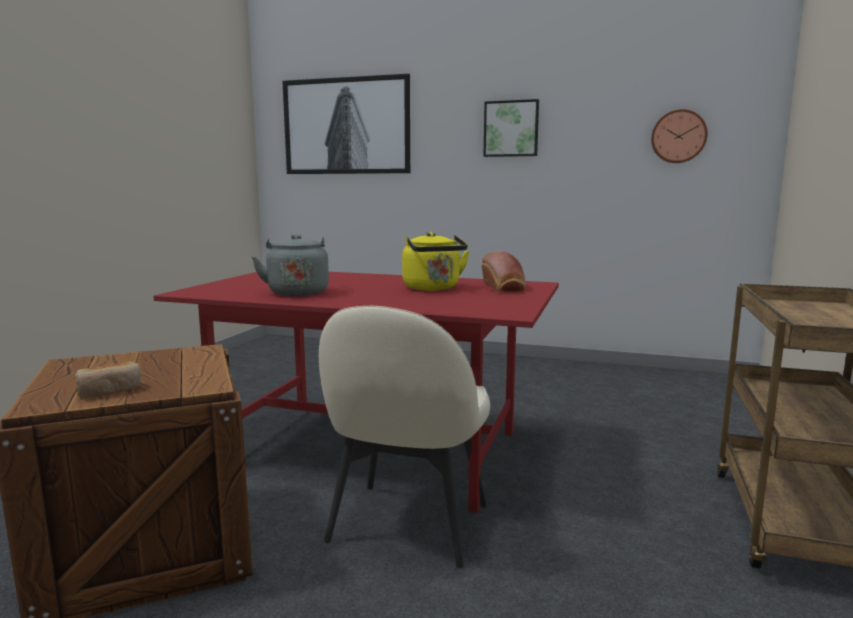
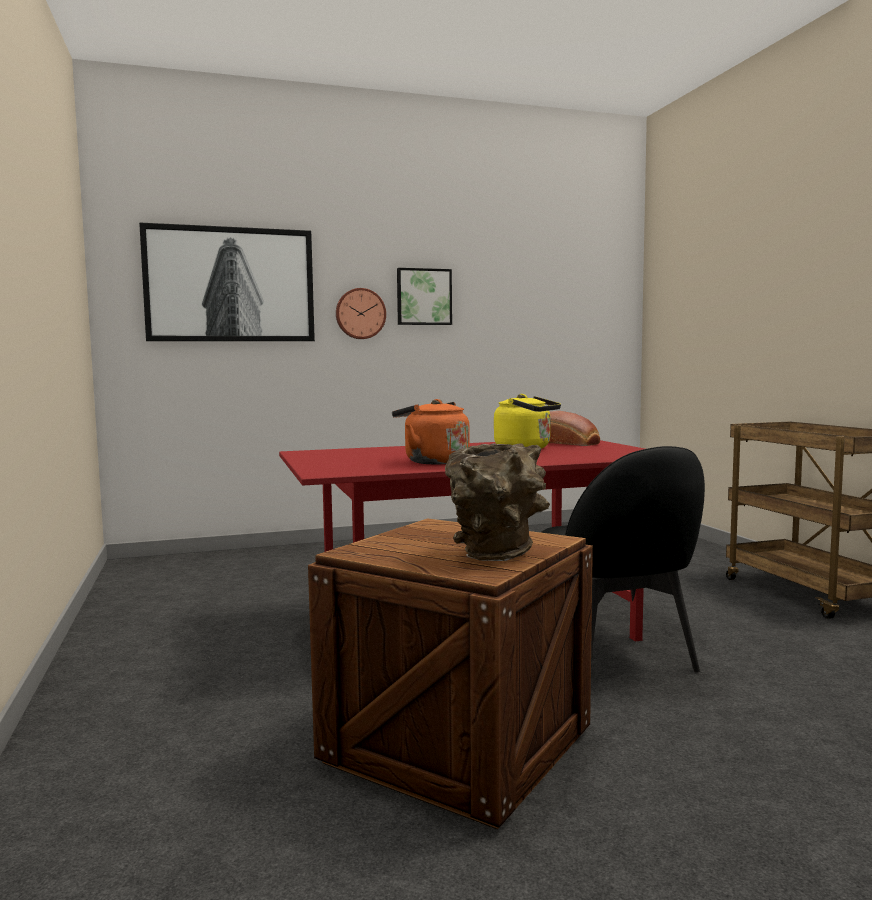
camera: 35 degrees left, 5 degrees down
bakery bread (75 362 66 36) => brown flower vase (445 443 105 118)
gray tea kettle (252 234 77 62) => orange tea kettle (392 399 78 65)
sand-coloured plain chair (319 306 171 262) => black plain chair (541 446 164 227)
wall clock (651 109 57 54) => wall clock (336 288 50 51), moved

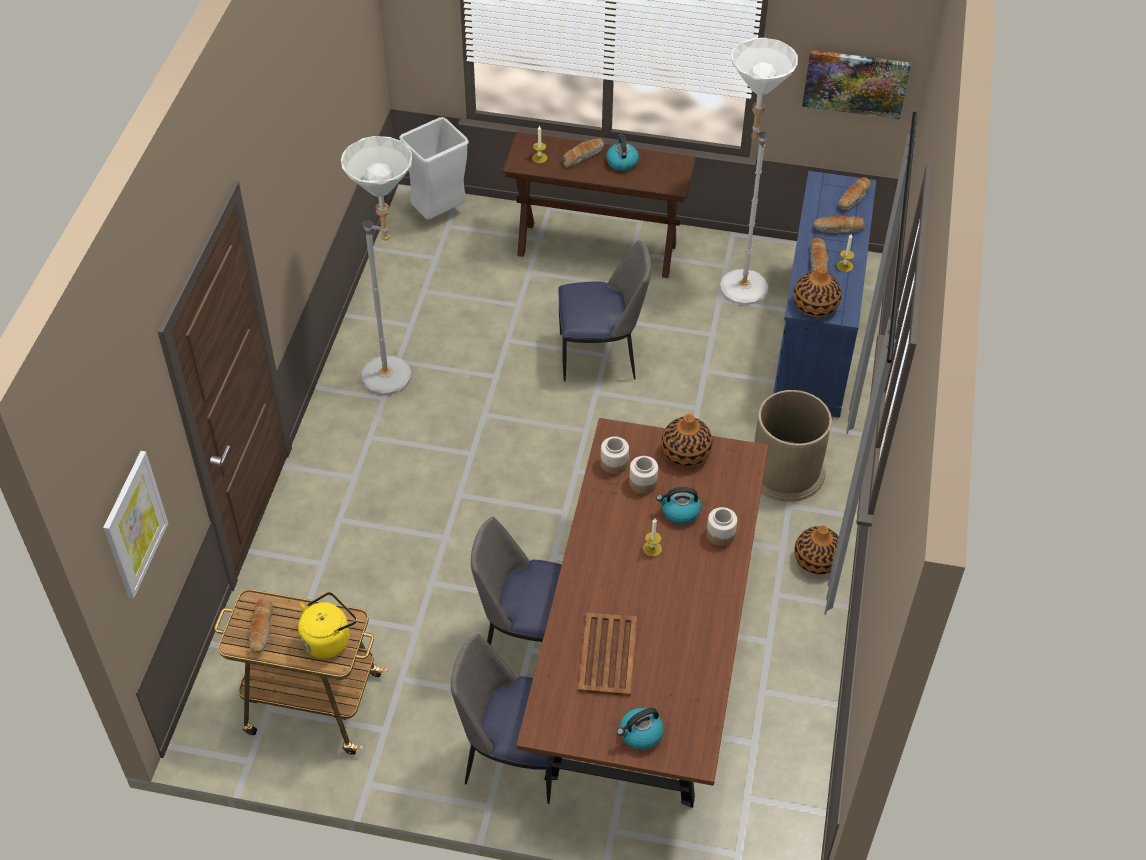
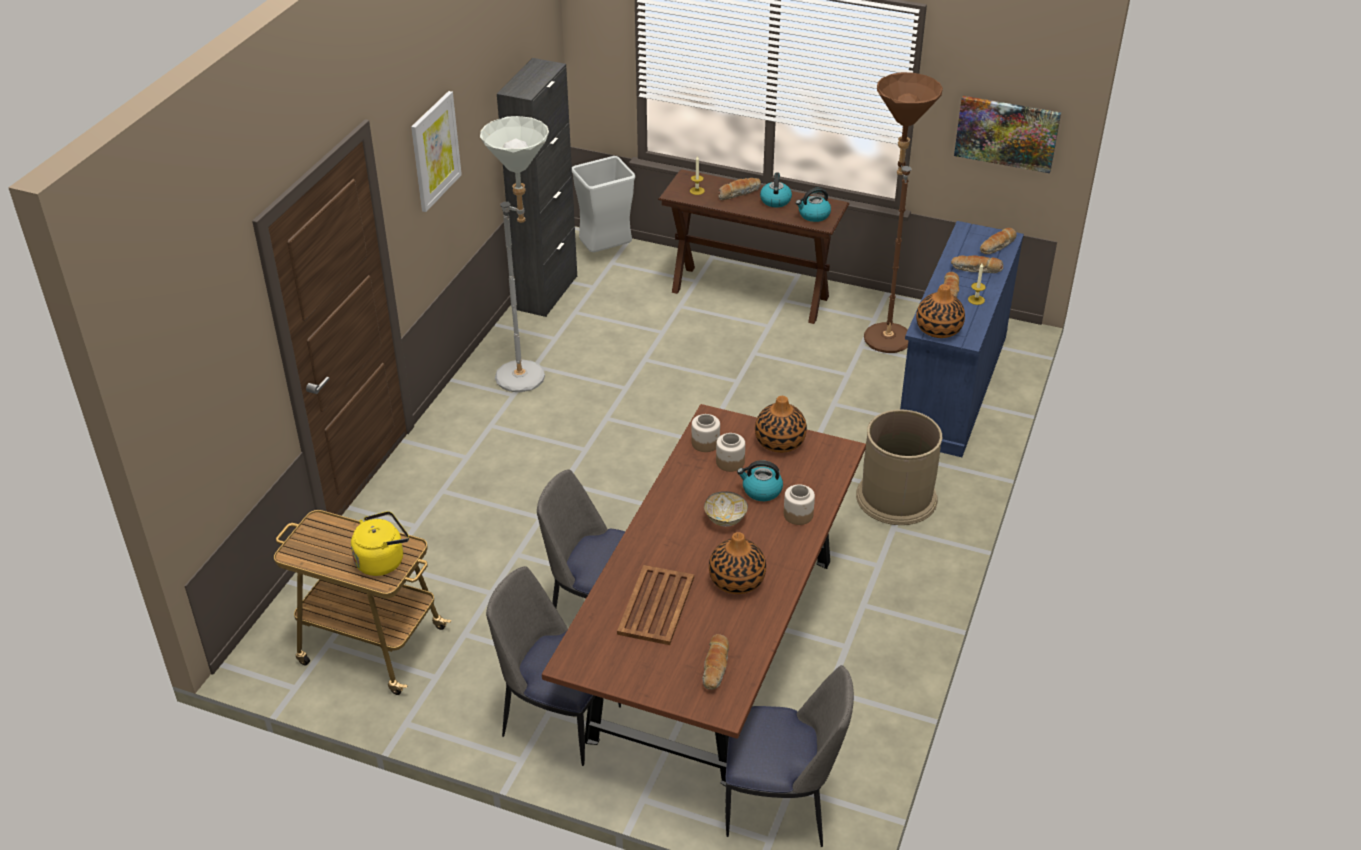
camera: 10 degrees right, 10 degrees down
wall art (103 451 65 148) => wall art (411 91 51 121), moved
bakery bread (249 599 24 54) => bakery bread (702 634 27 56), moved
plain chair (558 240 93 141) => plain chair (725 665 129 182), moved
tea kettle (617 708 47 42) => tea kettle (796 188 35 34), moved
wax candle (643 519 19 38) => deep dish (704 491 44 36)
white-coloured standing lamp (720 38 78 267) => brown standing lamp (864 72 79 281)
flower vase (794 525 45 50) => flower vase (709 532 57 62), moved
nothing => black cabinet (497 58 80 259)

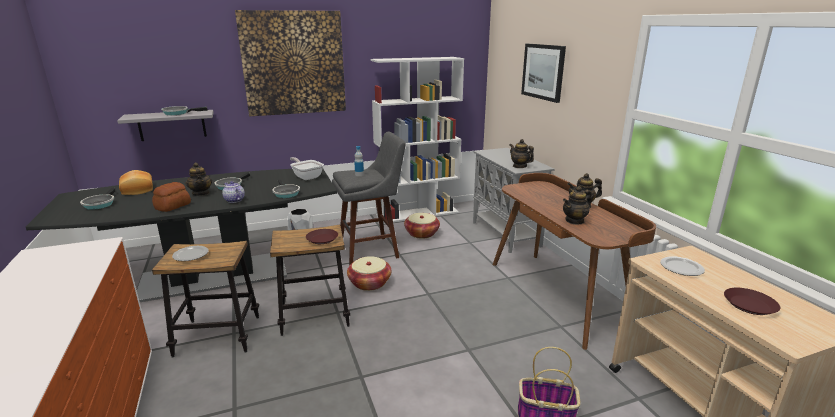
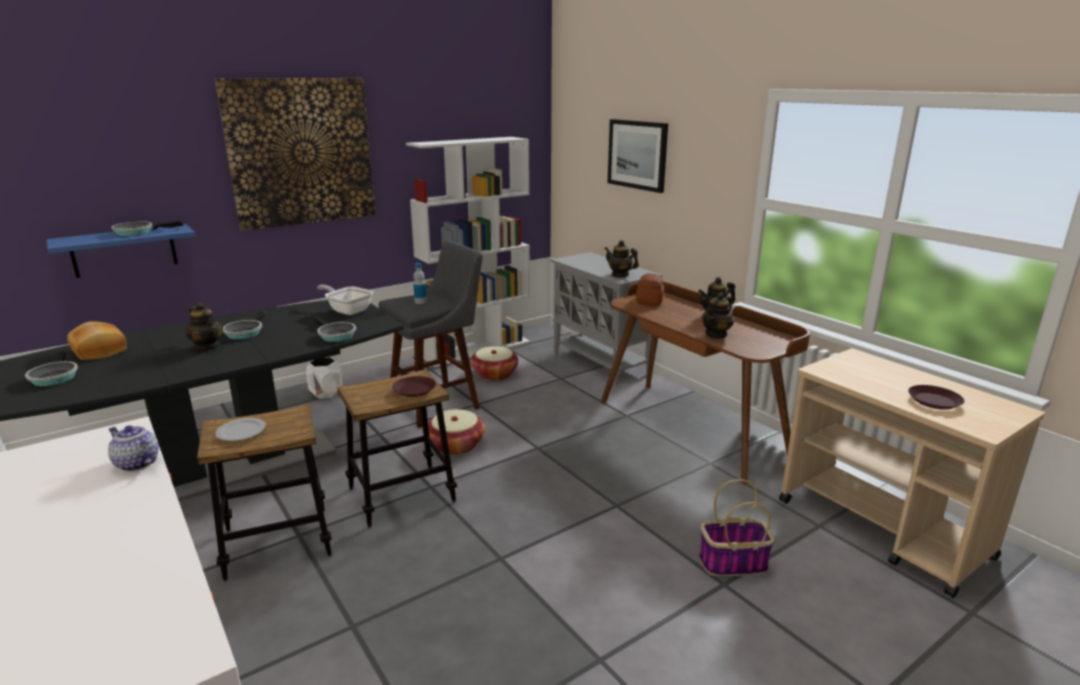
camera: 15 degrees left, 0 degrees up
gray bracket shelf (117 110 97 31) => bluish bracket shelf (47 224 148 54)
bakery bread (152 182 39 30) => bakery bread (636 274 28 31), moved
pot for tea (222 181 23 22) => pot for tea (108 425 51 47), moved
plate (660 256 45 20) => nothing

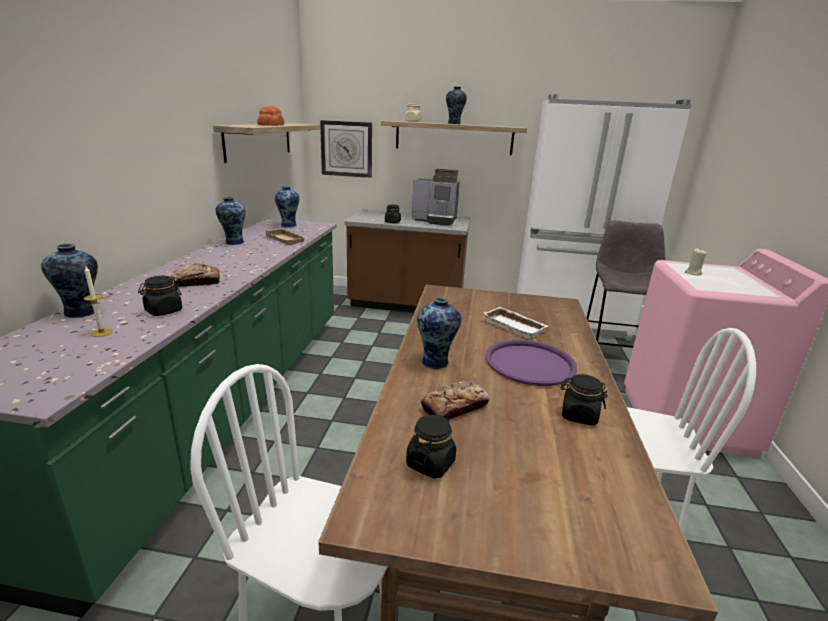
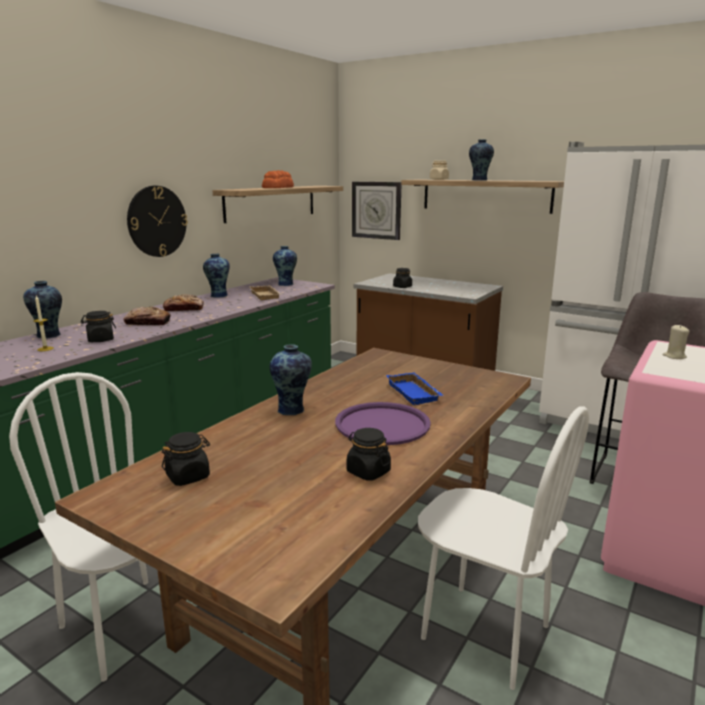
camera: 25 degrees right, 5 degrees down
coffee machine (412 169 48 57) => nothing
bakery bread (421 381 69 39) => bakery bread (163 294 41 17), moved
white-coloured carrying tray (484 307 64 32) => bluish carrying tray (386 373 57 33)
nothing => wall clock (127 186 61 71)

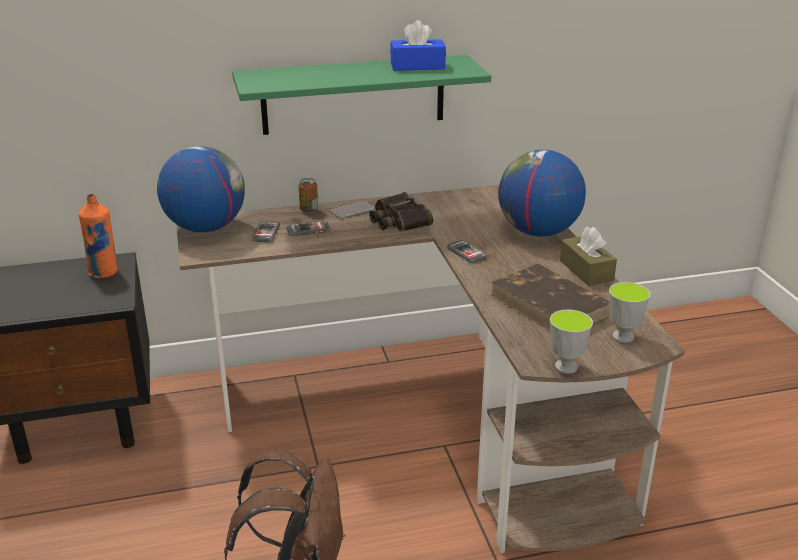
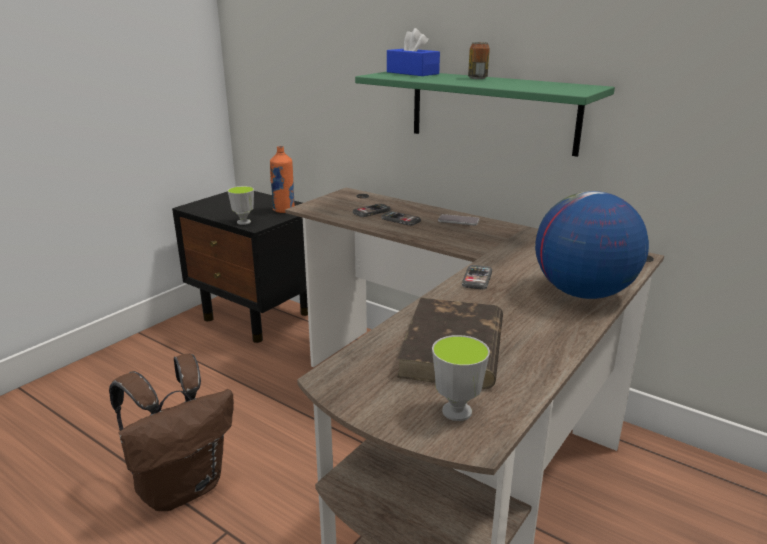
camera: 50 degrees right, 5 degrees down
desk globe (157 146 88 86) => nothing
sealed can (299 178 19 35) => sealed can (468 42 22 37), moved
pair of binoculars (369 192 64 40) => nothing
bluish tissue box (390 20 56 51) => bluish tissue box (387 28 53 48), moved
small cup (550 309 43 65) => small cup (227 186 27 39), moved
brown tissue box (560 227 57 59) => nothing

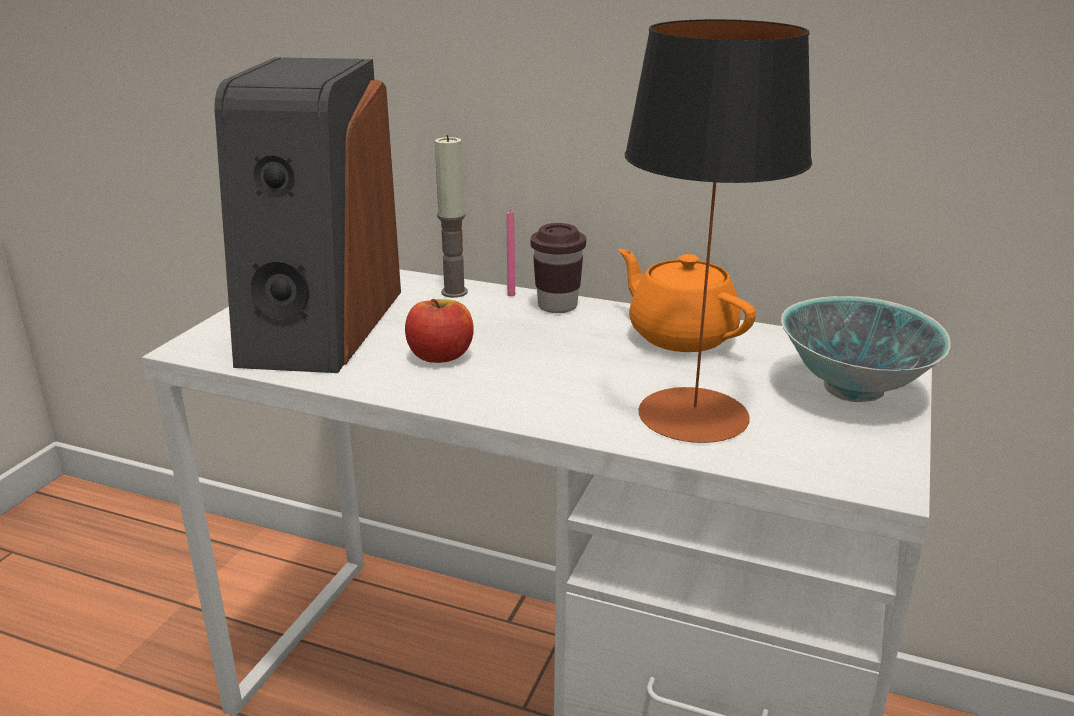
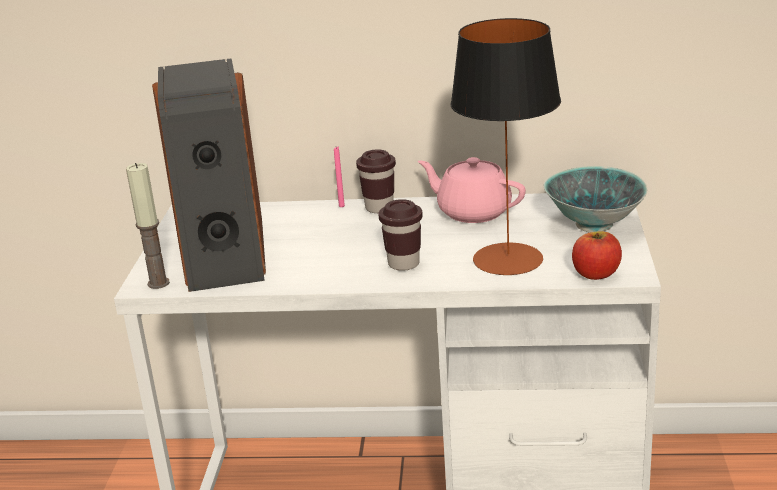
camera: 15 degrees left, 0 degrees up
apple fruit (405 299 69 64) => apple fruit (572 231 50 49), moved
wax candle (435 135 33 163) => wax candle (126 163 44 126), moved
orange pot for tea (618 249 138 103) => pink pot for tea (418 157 108 66)
nothing => brown small cup (378 199 45 72)

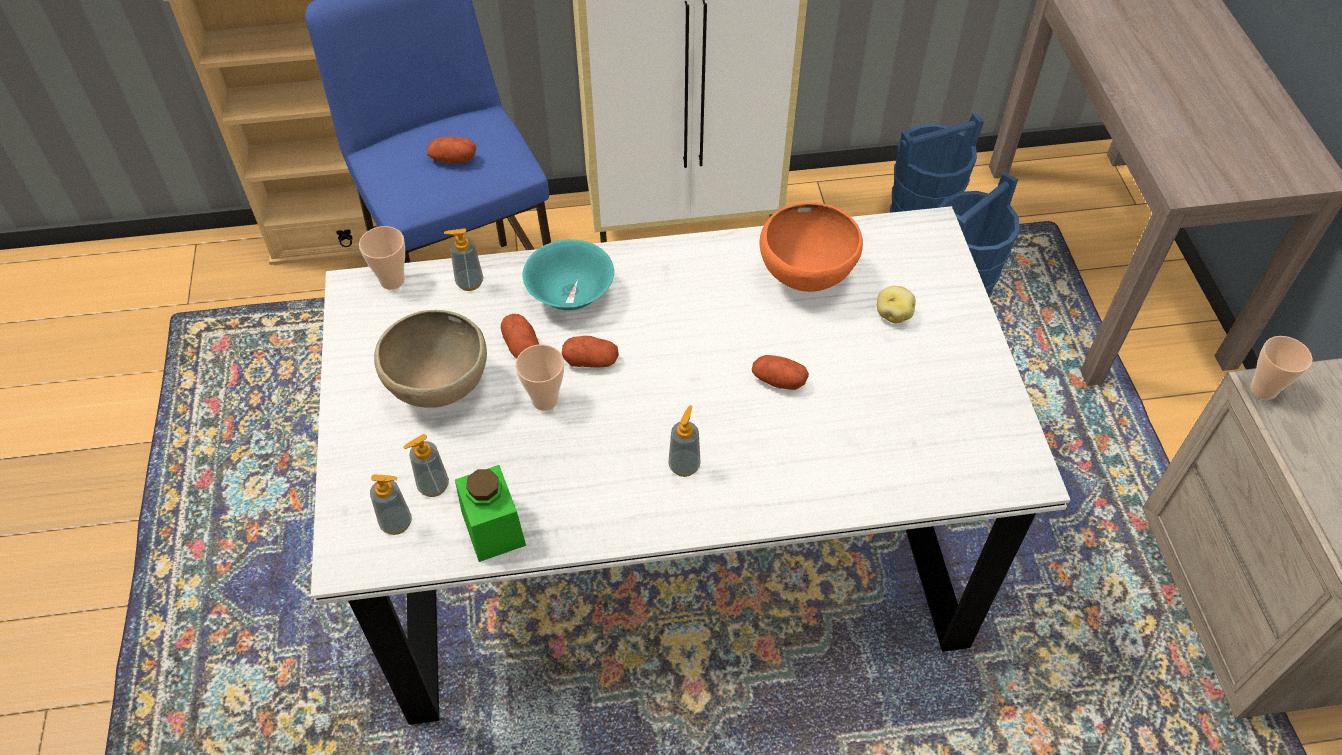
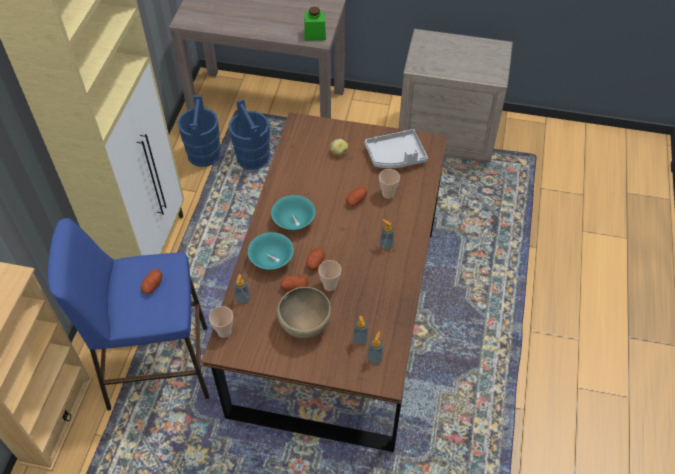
camera: 70 degrees left, 0 degrees up
white-coloured dinner table (311 206 759 519) => brown dinner table (201 112 246 340)
greenish preserve jar (455 465 71 97) => greenish preserve jar (304 7 22 34), moved
orange deep dish (759 202 104 90) => nothing
small cup (1250 336 63 64) => small cup (379 169 21 30), moved
nothing => blue-green deep dish (271 195 44 35)
nothing => gray carrying tray (365 129 63 39)

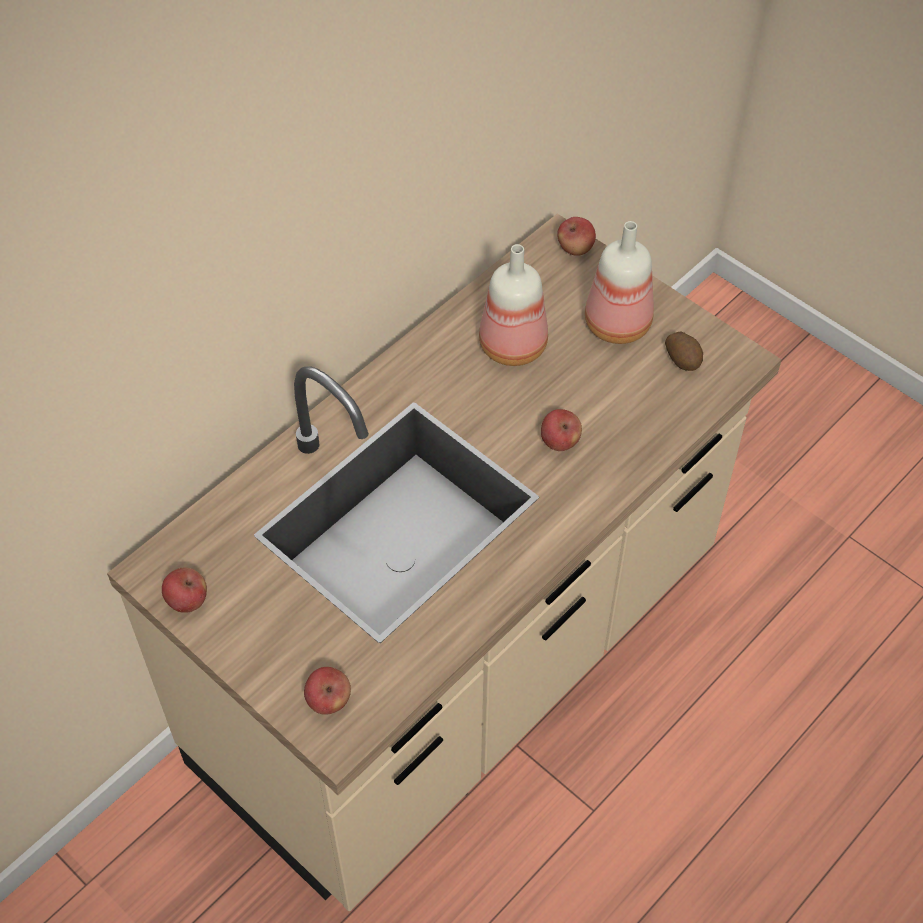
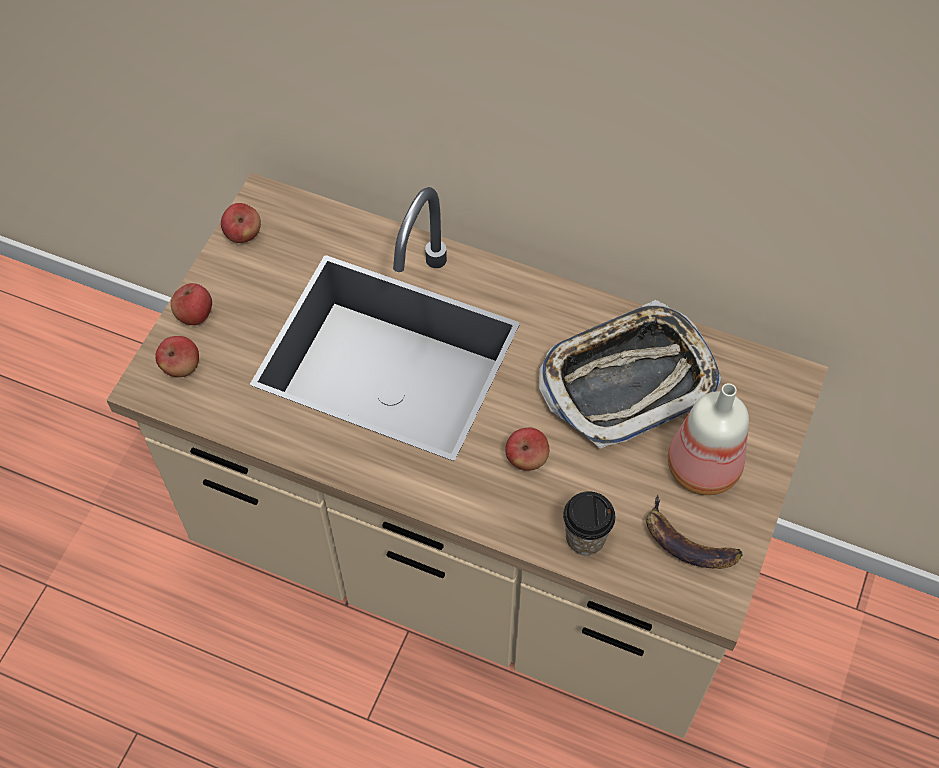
camera: 70 degrees right, 5 degrees up
beverage bottle (479 244 69 122) => carrying tray (539 300 182 149)
apple fruit (557 217 39 39) => apple fruit (171 283 41 42), moved
potato (665 332 38 39) => banana fruit (646 495 96 74)
nothing => small cup (563 491 52 64)

